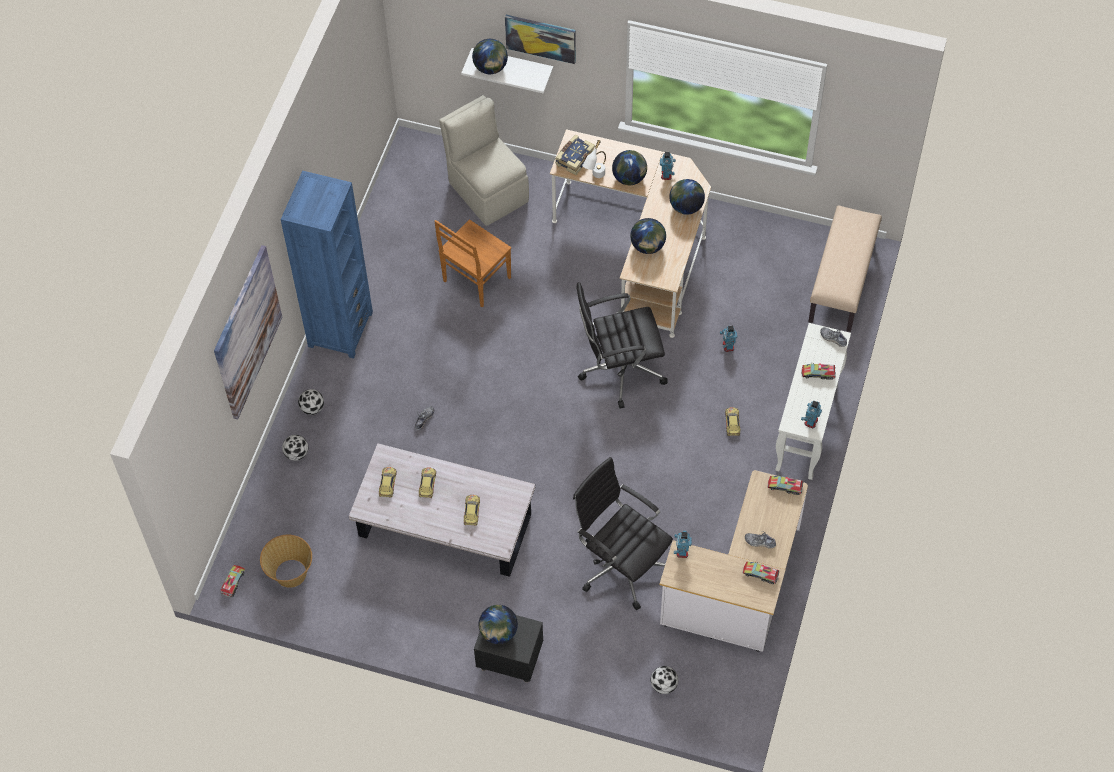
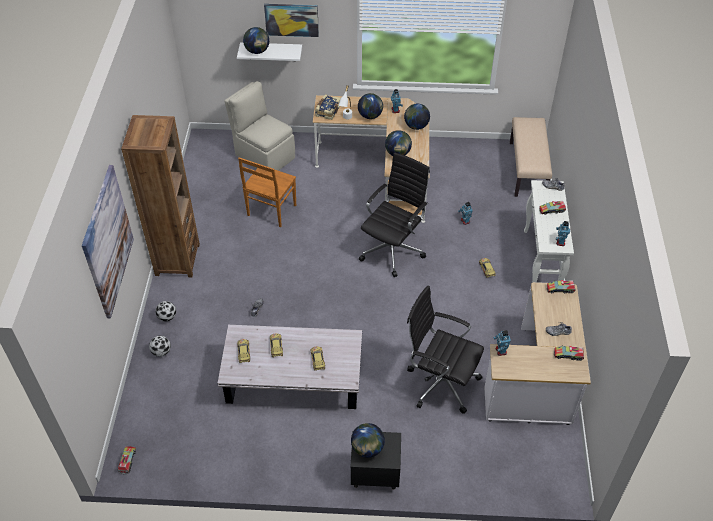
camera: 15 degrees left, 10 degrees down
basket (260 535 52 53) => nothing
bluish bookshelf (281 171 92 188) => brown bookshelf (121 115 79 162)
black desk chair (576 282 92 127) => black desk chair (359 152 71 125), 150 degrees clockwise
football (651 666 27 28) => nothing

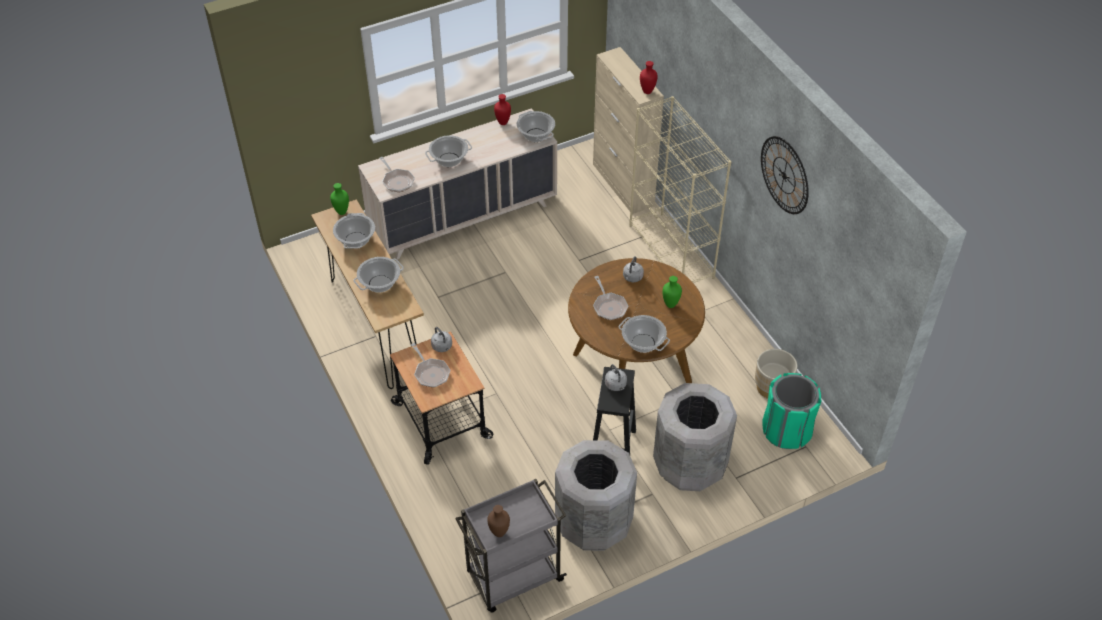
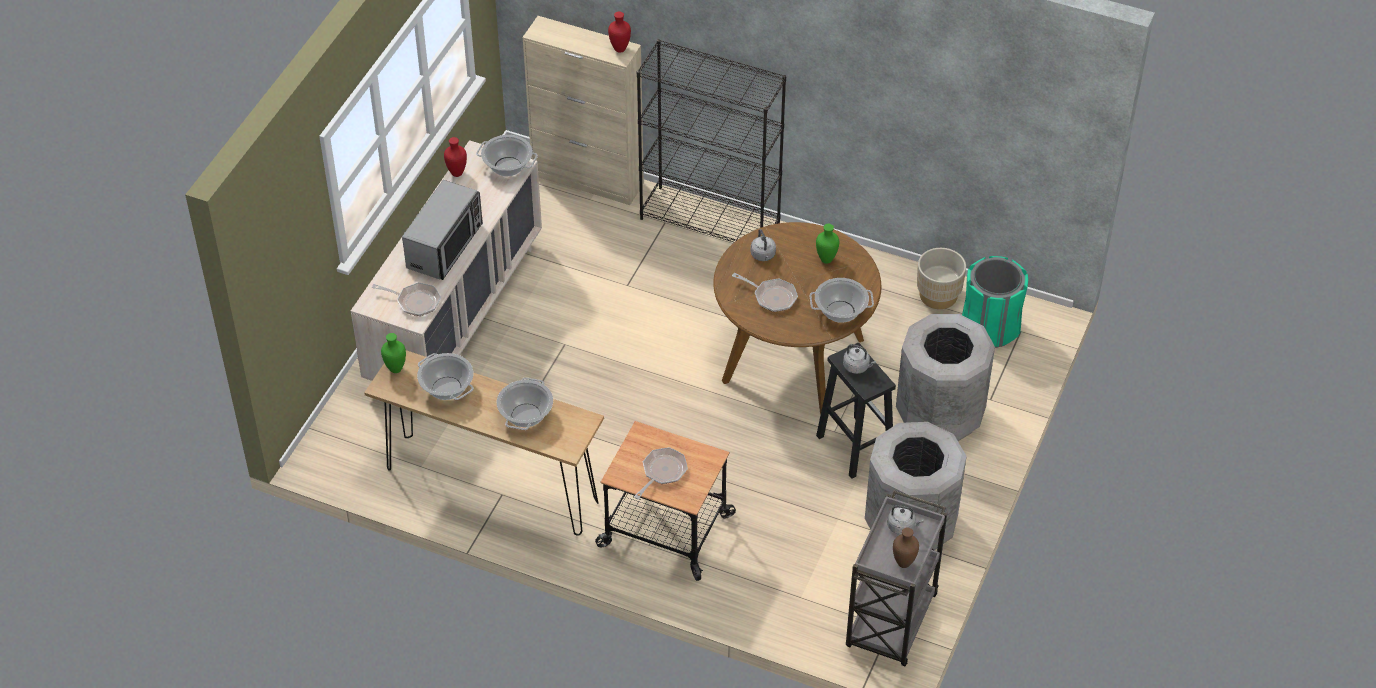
camera: 40 degrees left, 0 degrees up
skillet (411 343 39 45) => skillet (634 447 54 52), 75 degrees counterclockwise
cooking pot (425 135 47 32) => microwave oven (402 180 81 100)
gray tea kettle (431 327 21 25) => gray tea kettle (887 505 37 30), moved
sand-coloured bookshelf (629 96 103 187) => black bookshelf (637 39 149 203)
wall clock (761 136 48 78) => nothing

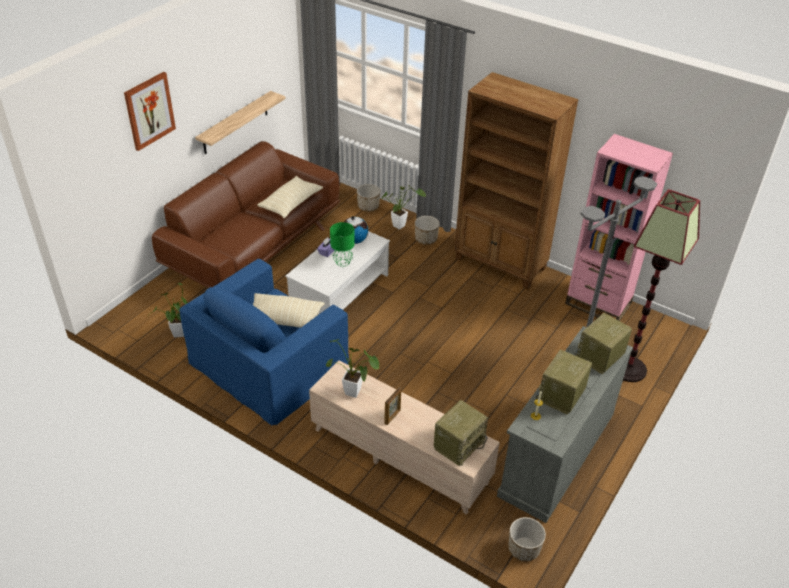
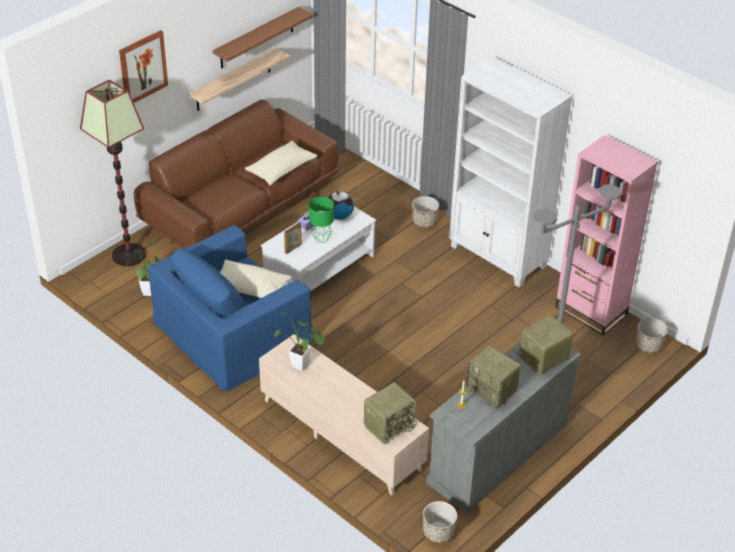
camera: 10 degrees right, 0 degrees up
planter (357 184 23 28) => planter (636 318 32 35), moved
houseplant (381 186 45 44) => nothing
photo frame (384 388 17 37) => photo frame (284 222 17 32), moved
brown bookshelf (454 72 125 217) => white-coloured bookshelf (449 57 123 231)
radio (536 349 56 66) => radio (466 346 55 63), 90 degrees counterclockwise
standing lamp (623 189 77 193) => standing lamp (80 80 66 186), moved
nothing => brown bracket shelf (213 7 100 62)

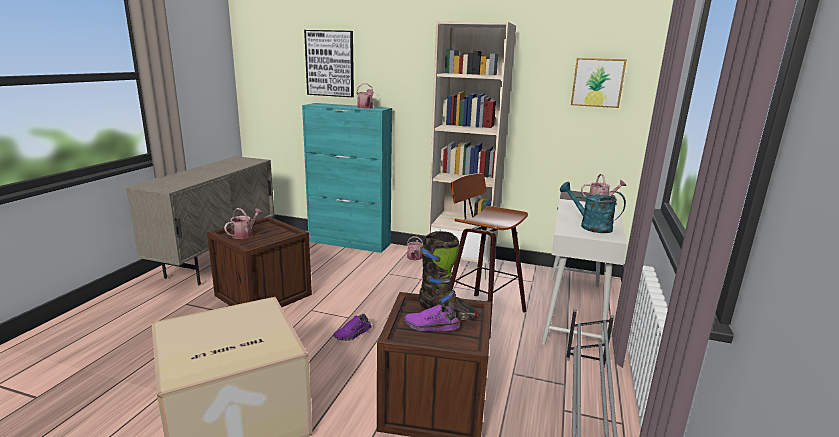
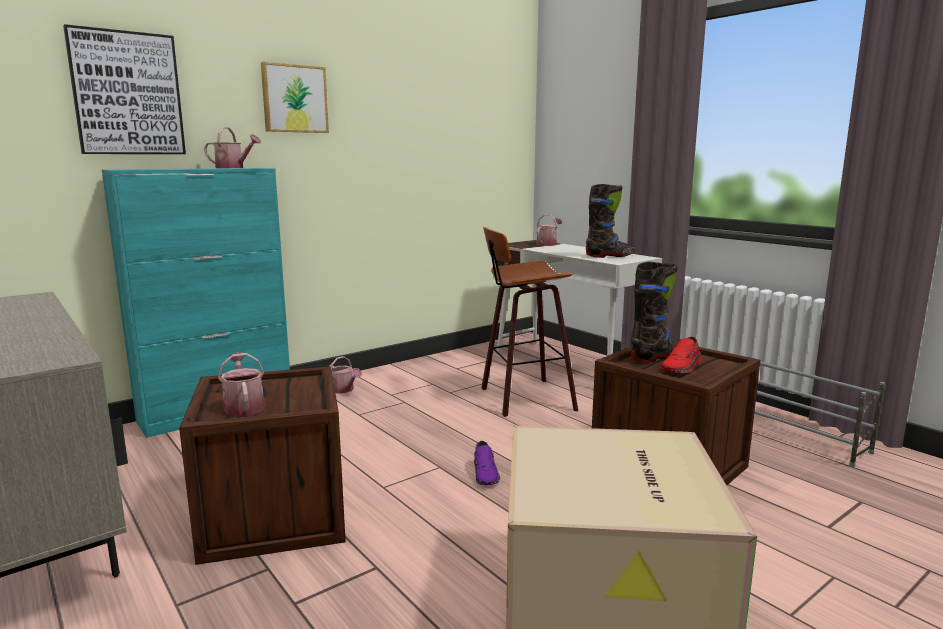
camera: 55 degrees left, 5 degrees down
purple-coloured low shoe (404 304 56 27) => red-coloured low shoe (661 337 41 36)
sand-coloured bookshelf (428 21 88 260) => nothing
blue-green watering pot (560 182 66 51) => black high-top boot (586 184 49 74)
wall art (571 58 56 50) => wall art (261 62 68 71), moved

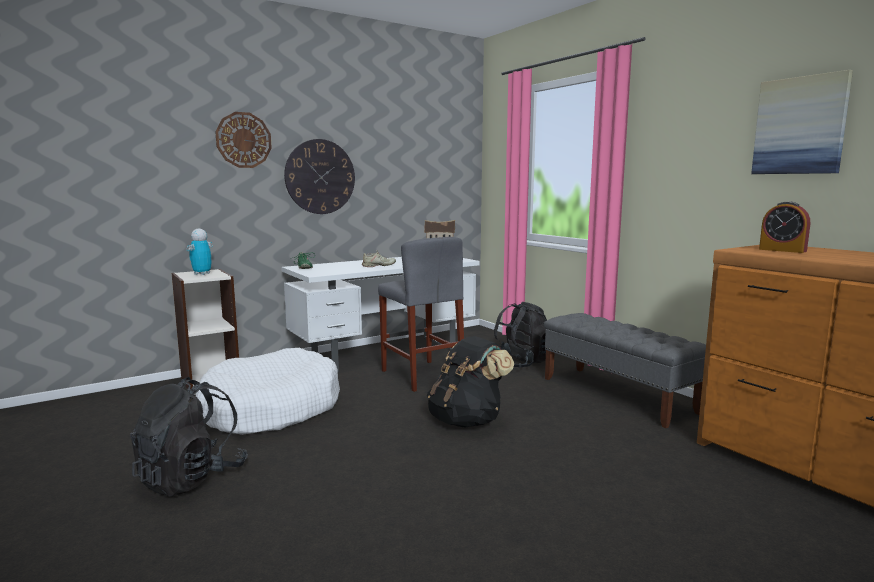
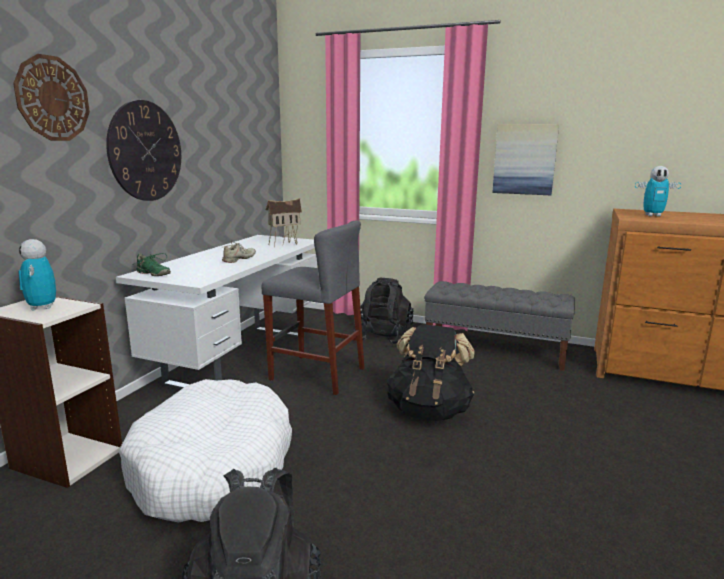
camera: 35 degrees left, 5 degrees up
wall art (751 70 102 104) => wall art (492 124 67 71), moved
table clock (759 201 51 52) => model robot (635 166 46 51)

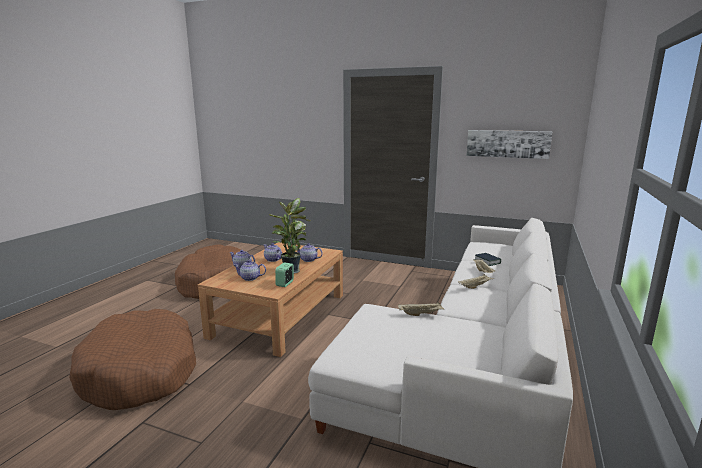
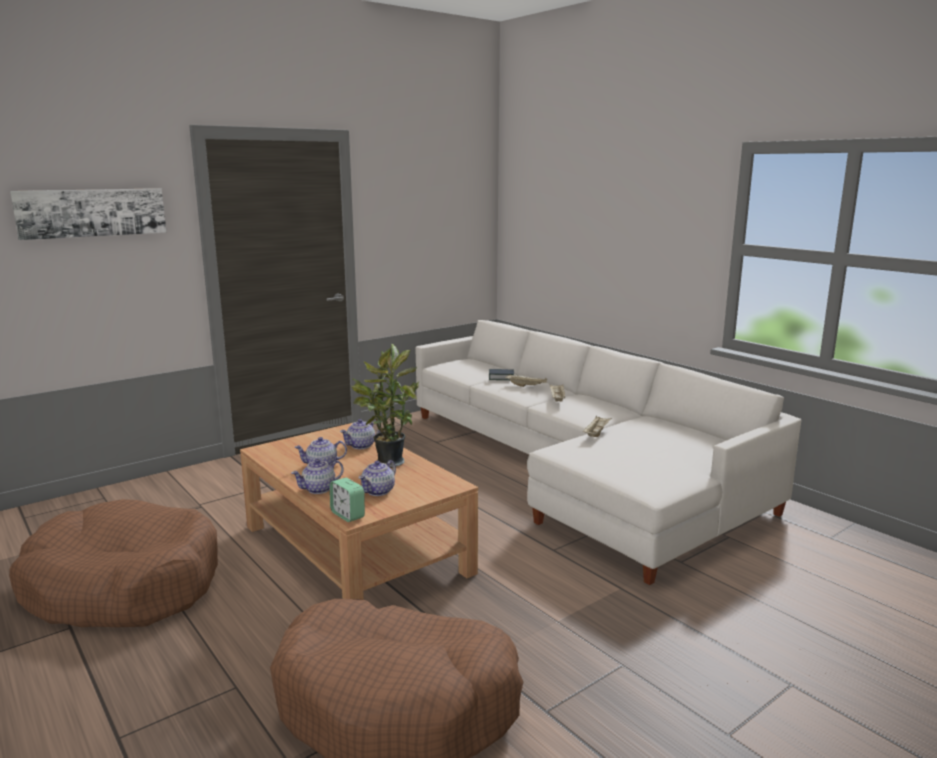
camera: 60 degrees left, 0 degrees up
table clock (275 262 19 25) => table clock (330 478 35 44), moved
wall art (466 130 86 29) => wall art (10 188 157 52), moved

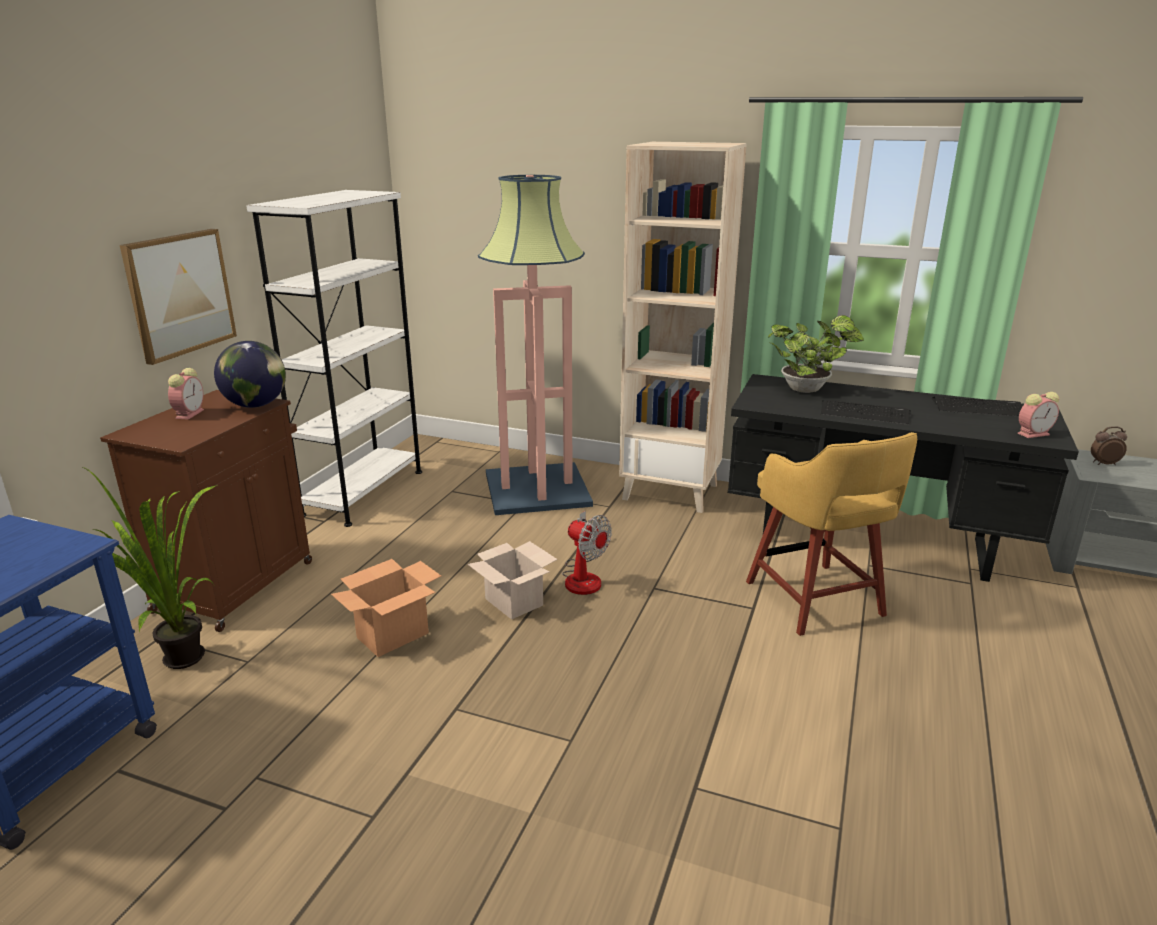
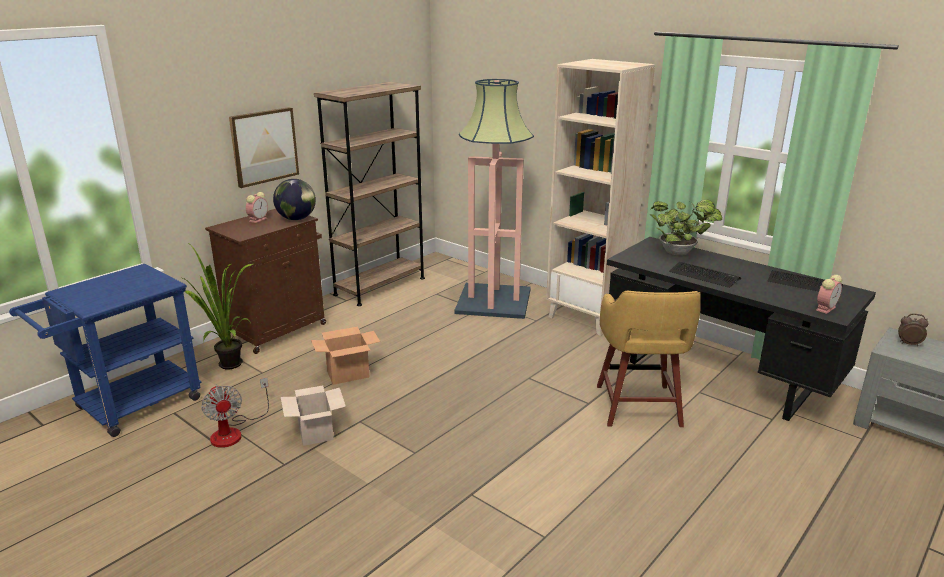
camera: 20 degrees right, 0 degrees up
white-coloured bookshelf (246 190 176 337) => brown bookshelf (314 82 111 224)
cardboard box (467 541 91 79) => cardboard box (281 386 65 60), moved
electric fan (562 511 50 84) => electric fan (201 377 68 71), moved
table clock (1018 392 41 46) => table clock (816 275 26 39), 45 degrees counterclockwise

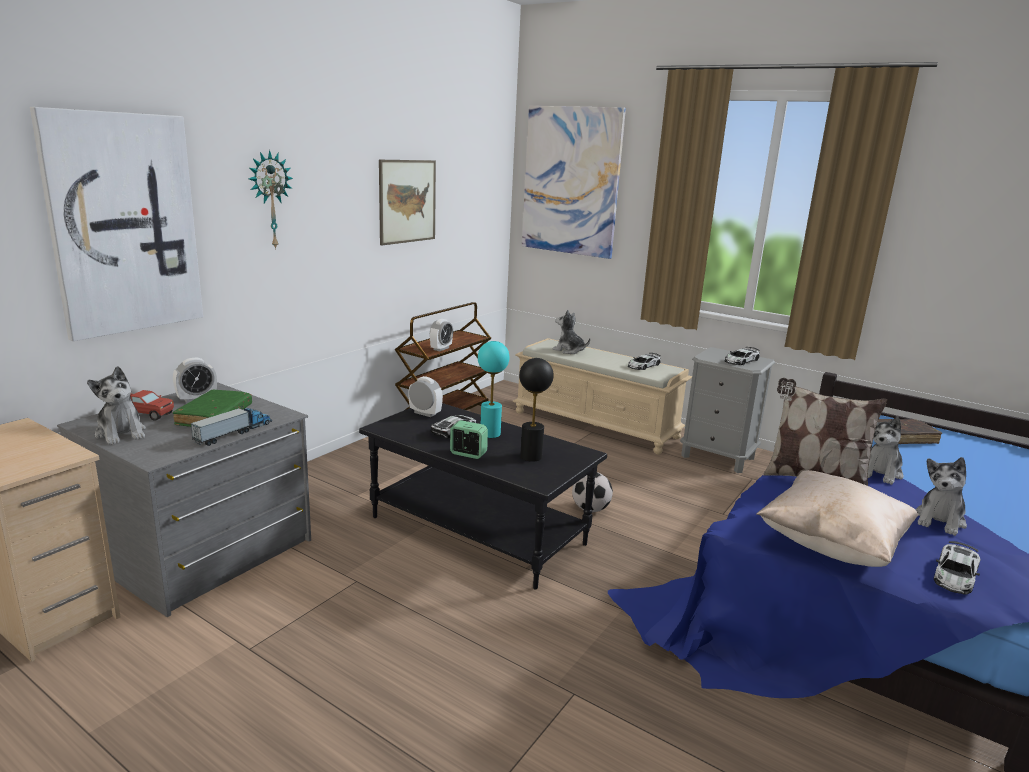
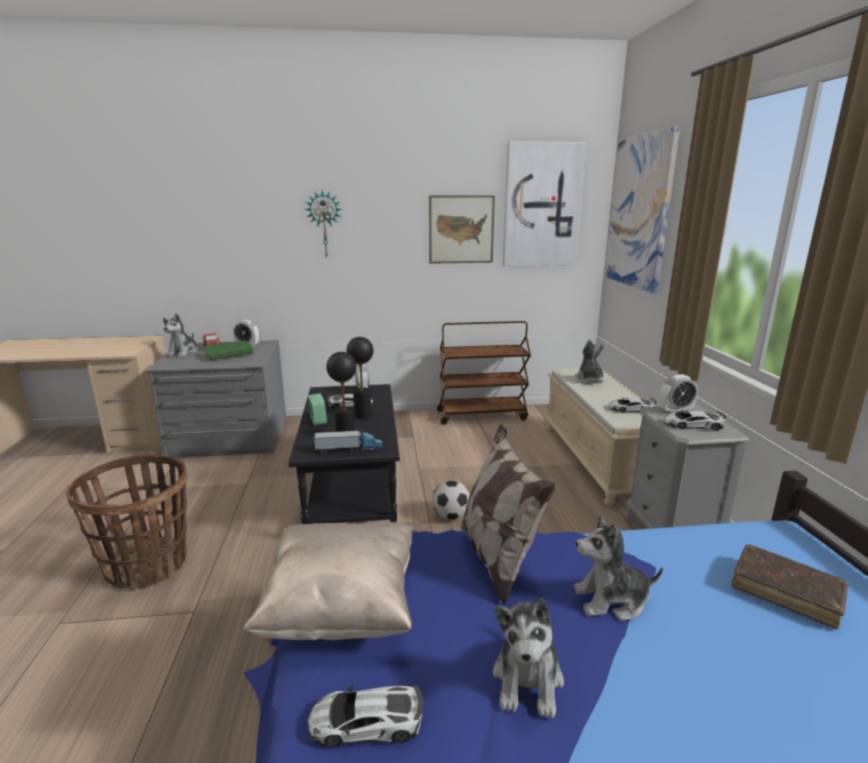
camera: 50 degrees right, 0 degrees up
wall art (30 107 173 234) => wall art (503 141 84 126), moved
model truck (190 406 82 40) => model truck (314 429 69 25), moved
table clock (430 319 23 32) => table clock (659 374 39 40), moved
blue-green lamp for a table (478 341 32 97) => black lamp for a table (347 337 26 81)
soft toy (915 457 52 79) => soft toy (493 598 71 120), 75 degrees counterclockwise
nothing => basket (66 454 121 136)

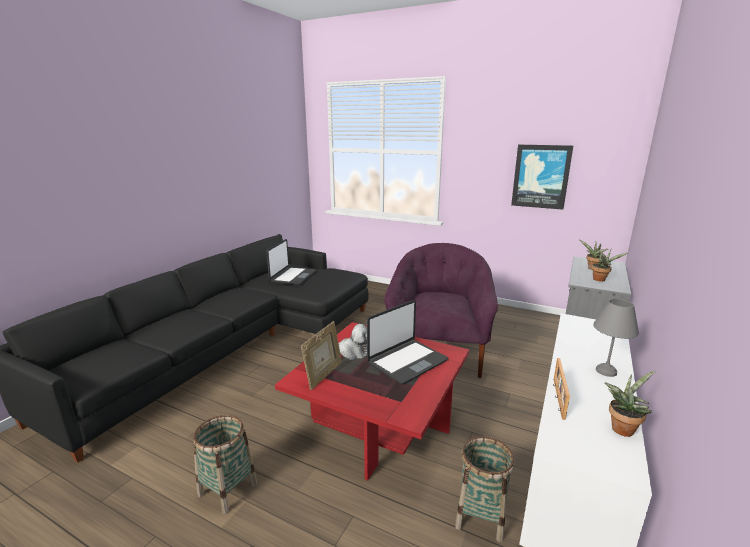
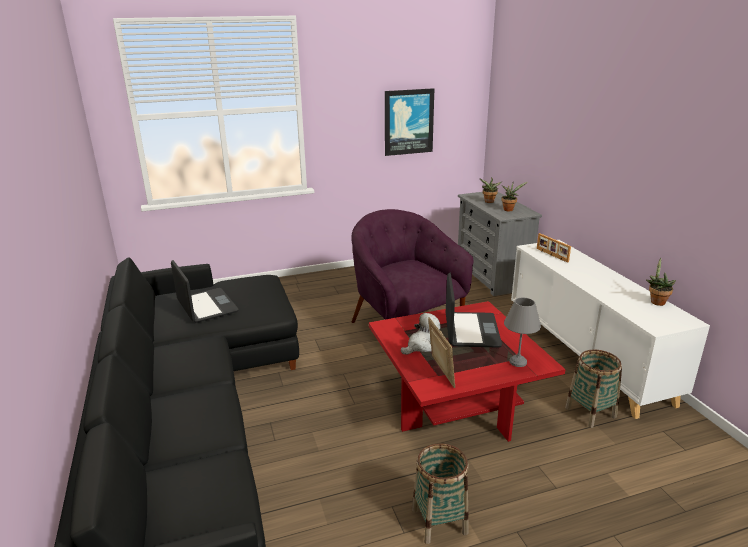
camera: 45 degrees left, 5 degrees up
photo frame (553 358 17 62) => photo frame (537 233 34 30), moved
gray lamp for a table (593 299 46 78) => gray lamp for a table (504 298 37 69), moved

